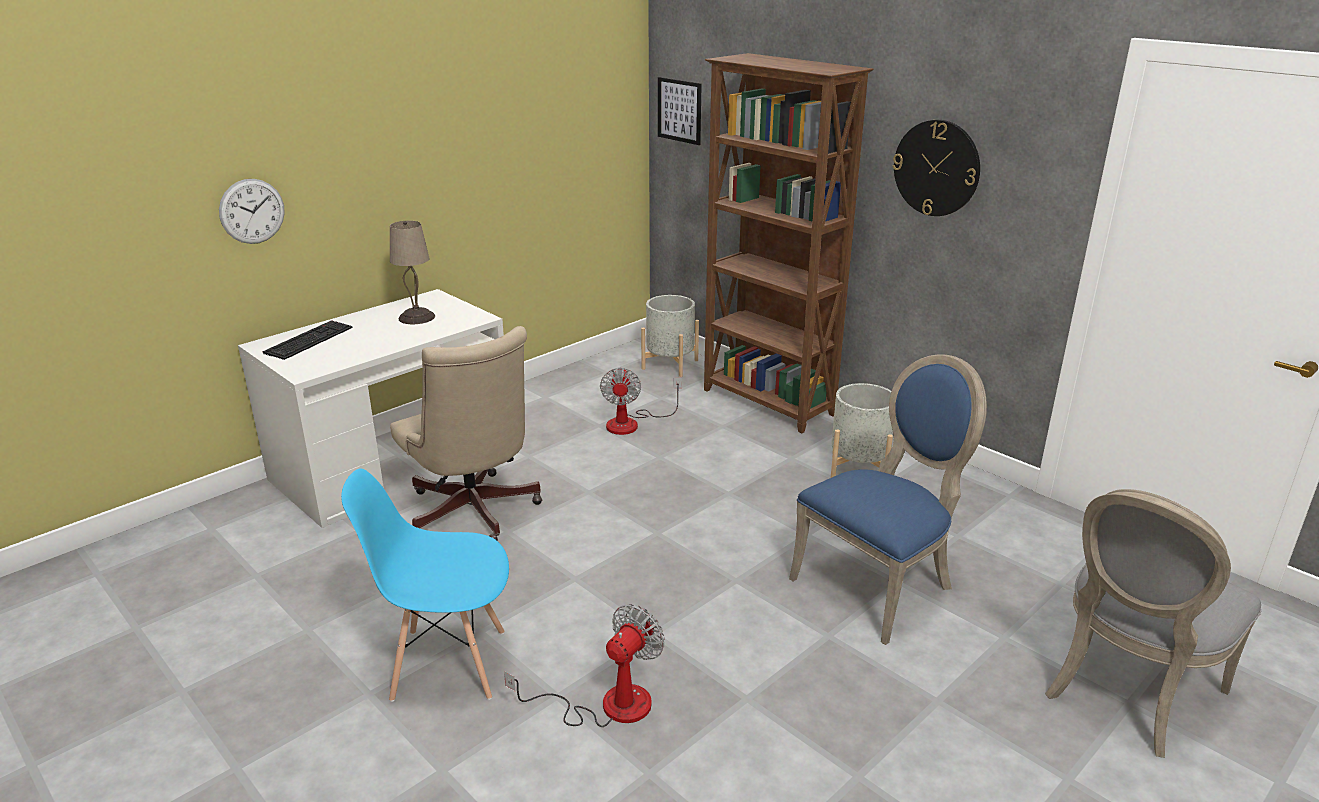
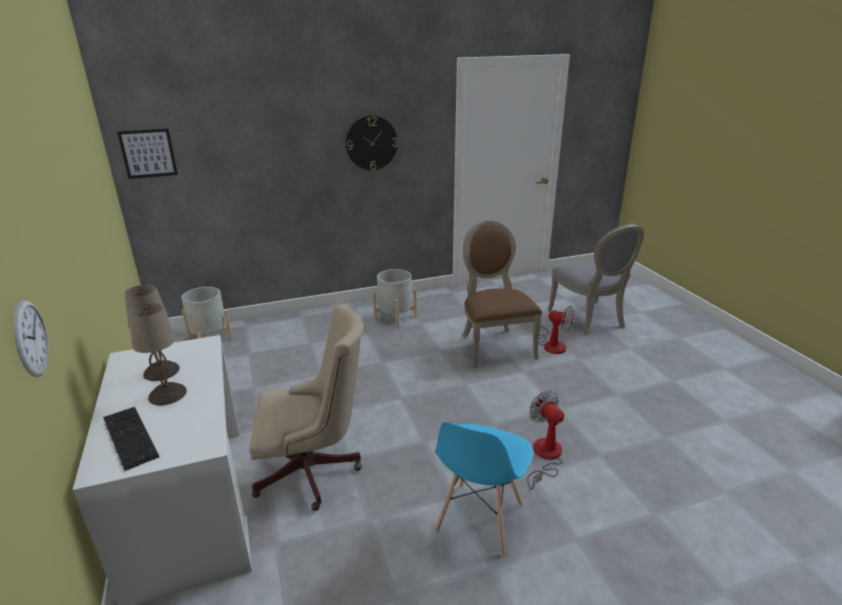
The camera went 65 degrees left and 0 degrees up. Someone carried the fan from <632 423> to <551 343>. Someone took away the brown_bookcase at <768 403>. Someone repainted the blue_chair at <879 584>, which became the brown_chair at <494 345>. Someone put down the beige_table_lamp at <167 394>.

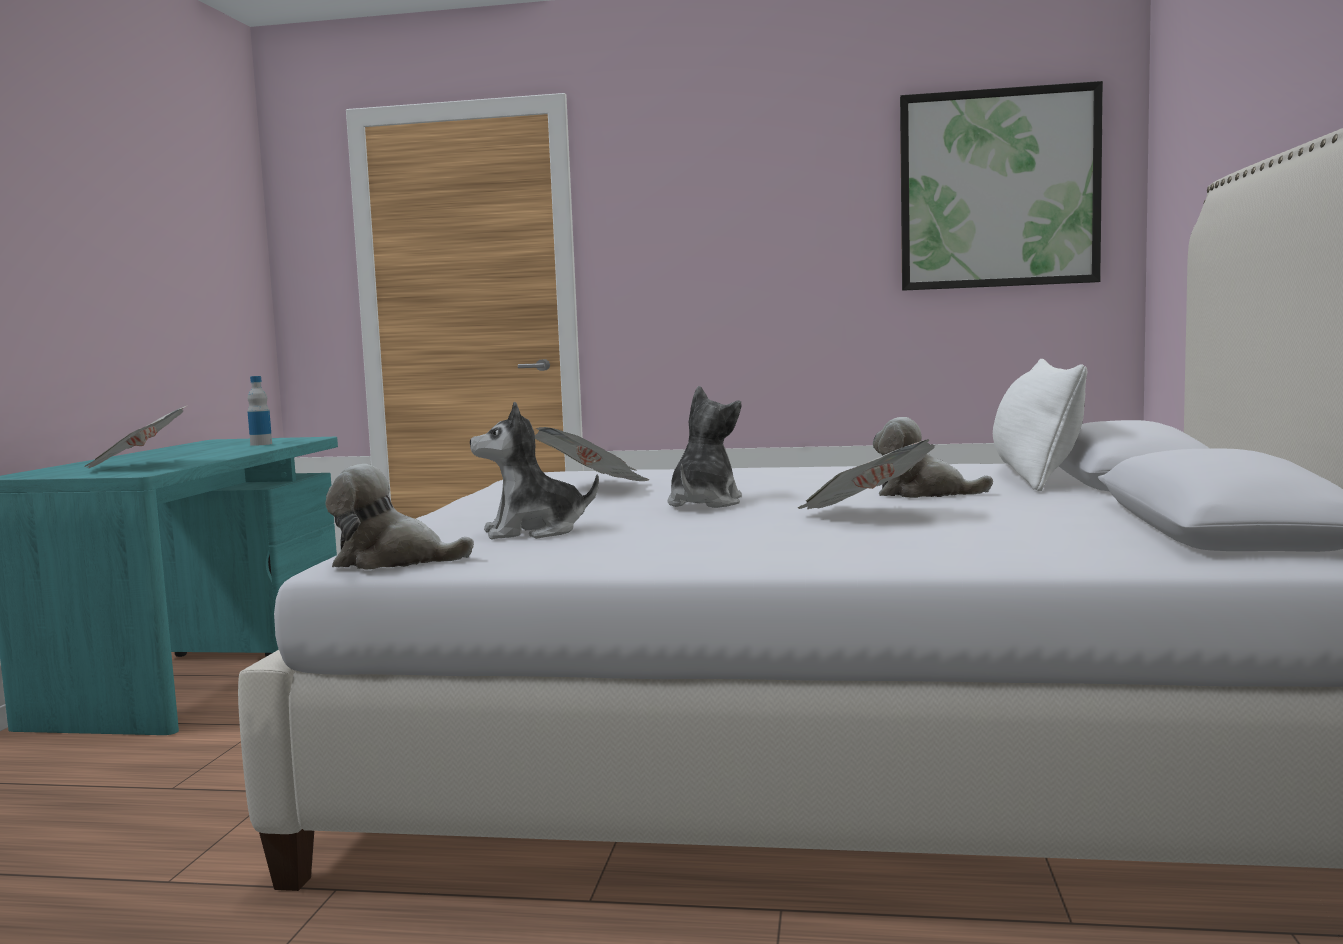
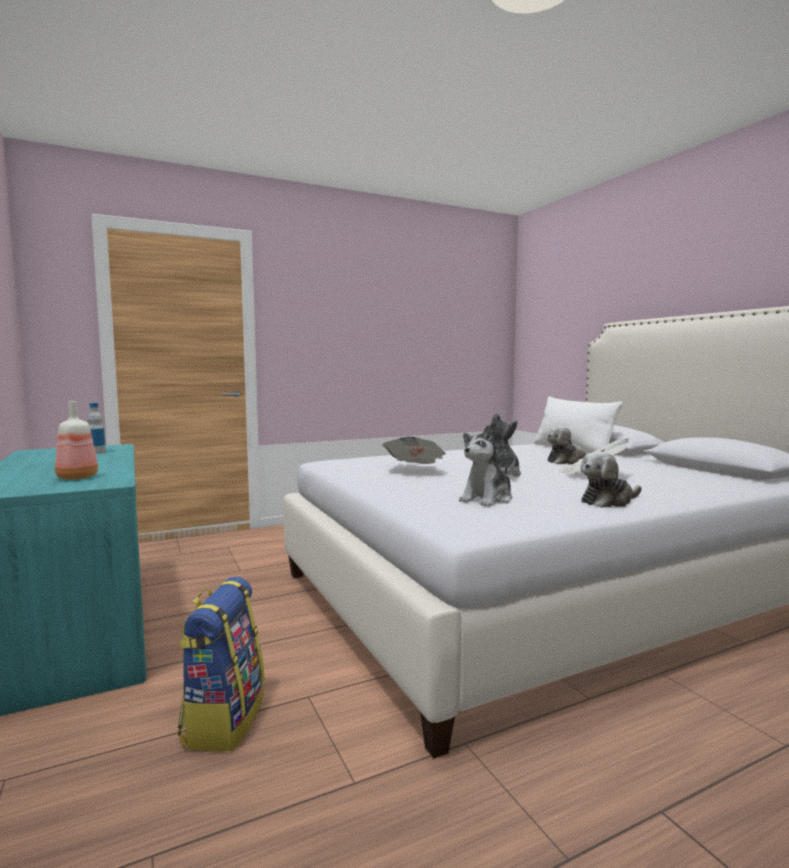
The camera went 35 degrees left and 0 degrees up. Someone swapped the newspaper at <137 466> for the bottle at <76 477>. Someone carried the plush_toy from <392 561> to <608 501>. Someone took away the picture at <998 189>. Someone put down the backpack at <223 720>.

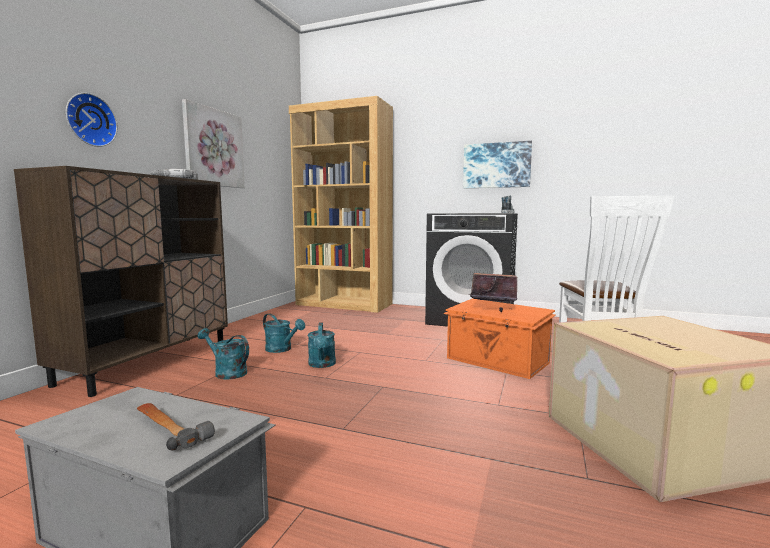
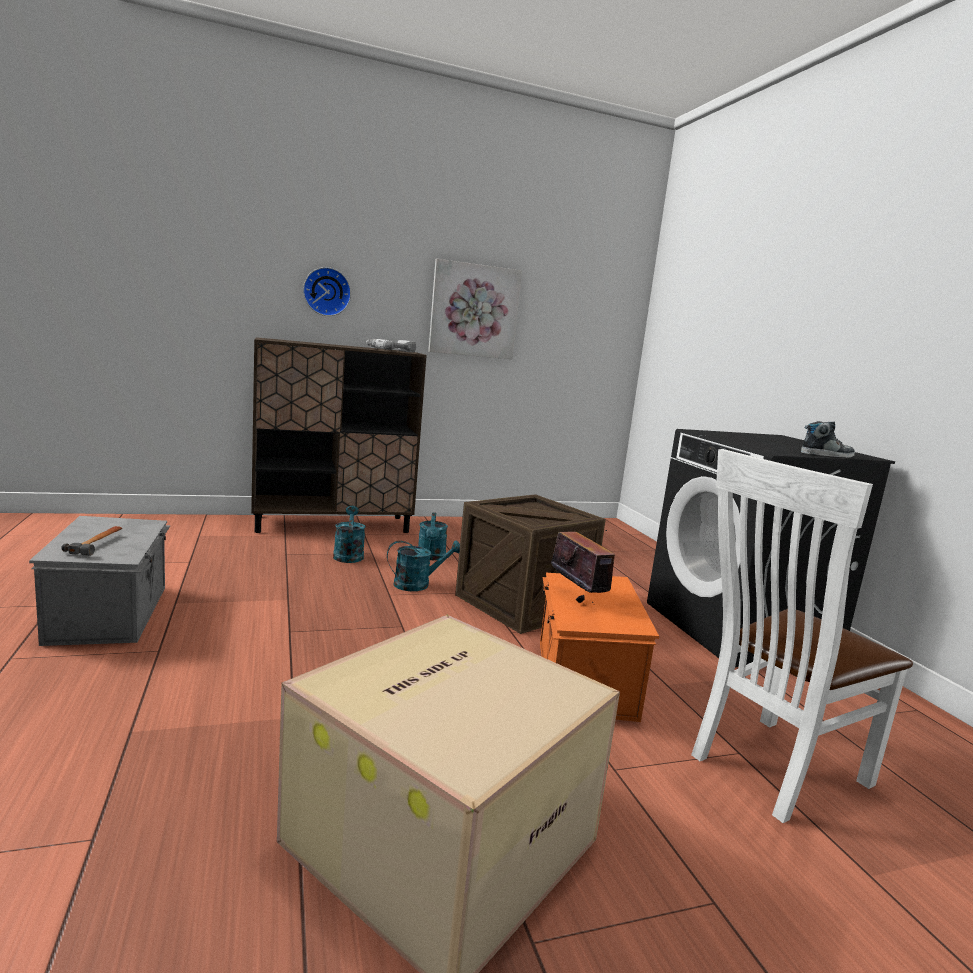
The camera went 50 degrees right and 5 degrees up. Someone took away the brown_bookcase at <344 304>. Someone rotated the turquoise_watering_can at <322 365> by 150 degrees counterclockwise. Someone took away the picture at <496 165>. Someone put down the crate at <523 603>.

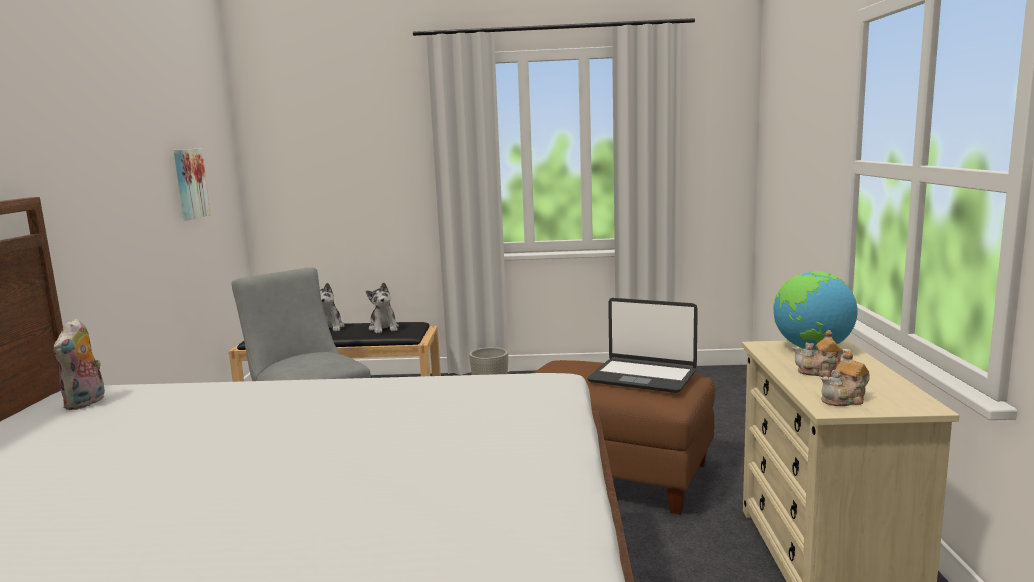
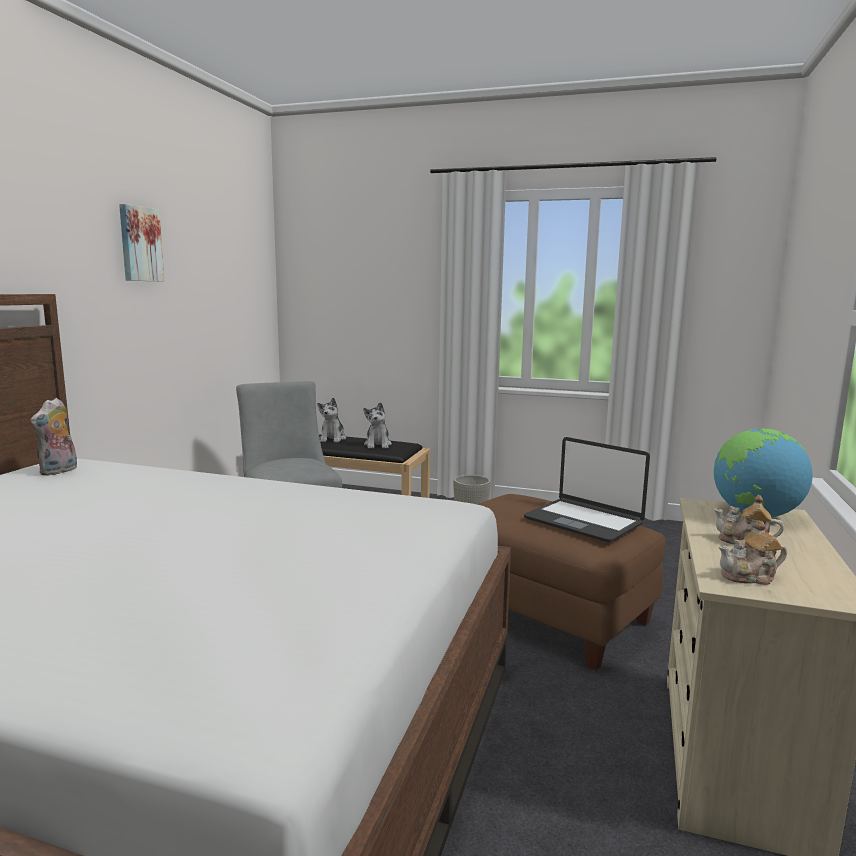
The camera went 15 degrees right and 0 degrees up. Someone carried the picture from <189 183> to <139 244>.

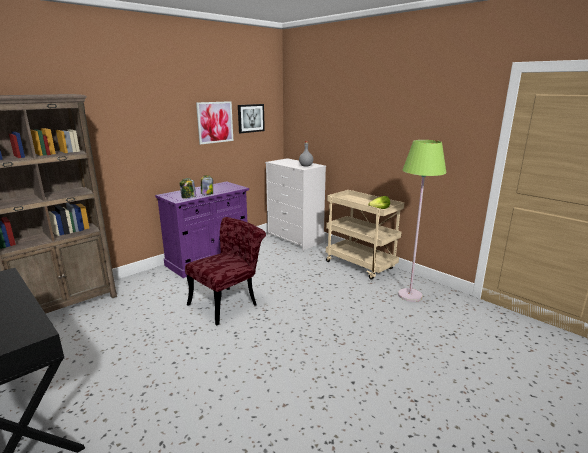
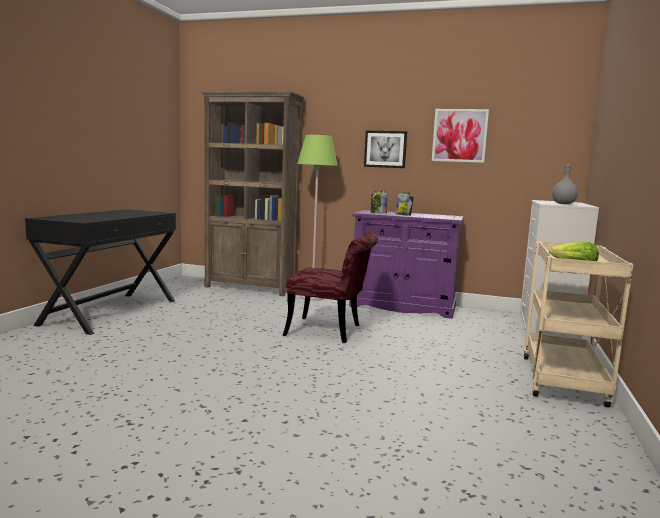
The camera went 60 degrees right and 10 degrees down. Someone carried the picture from <250 118> to <385 149>. Someone carried the green_floor_lamp from <410 295> to <312 297>.

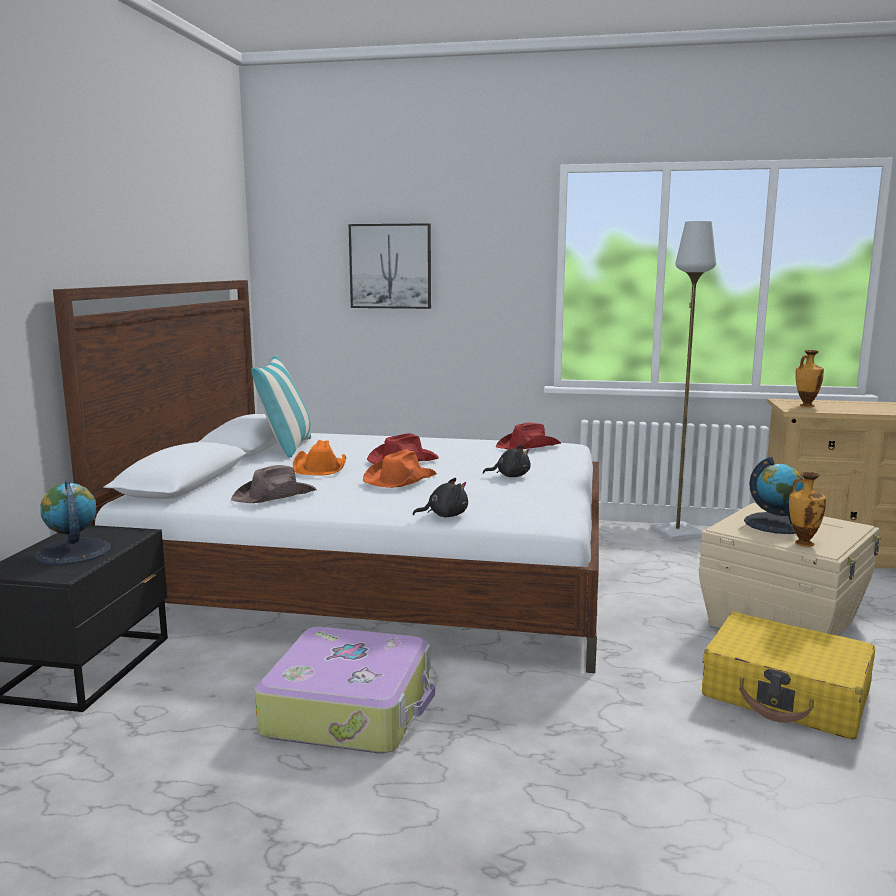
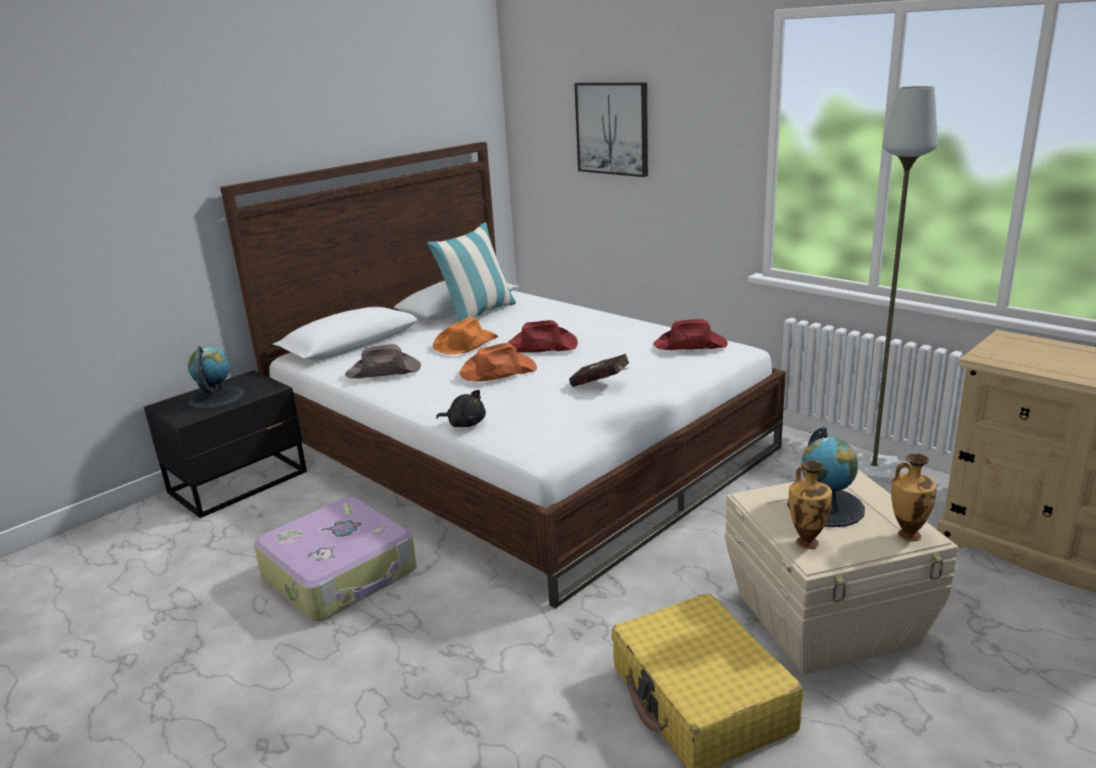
The camera went 35 degrees right and 10 degrees up. Someone swapped the black_plush_toy at <510 476> for the red_book at <602 385>. Someone carried the vase from <806 406> to <907 535>.

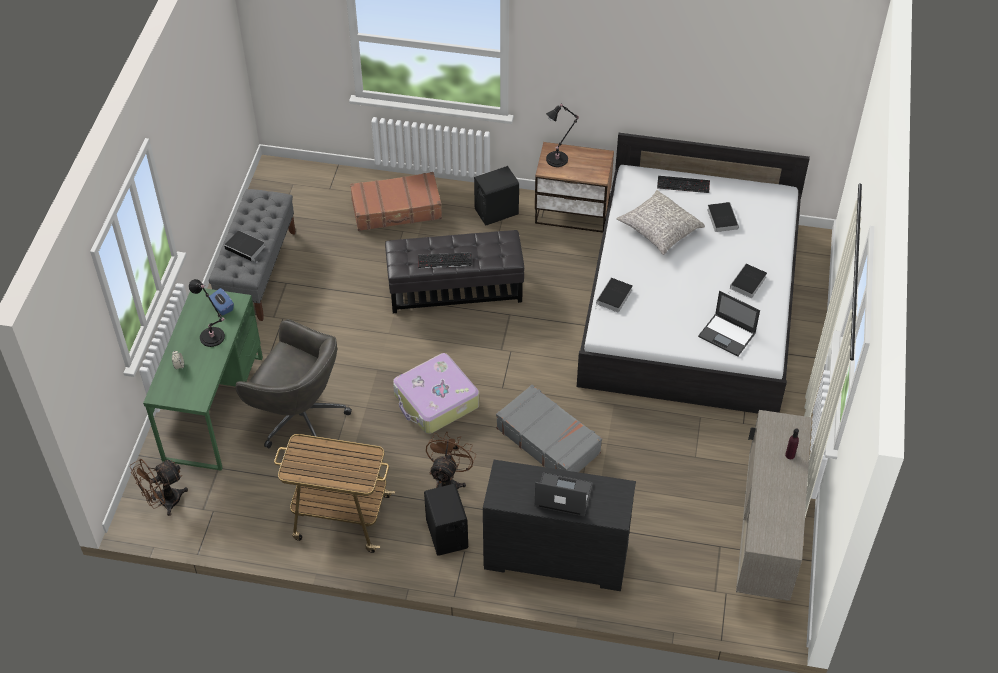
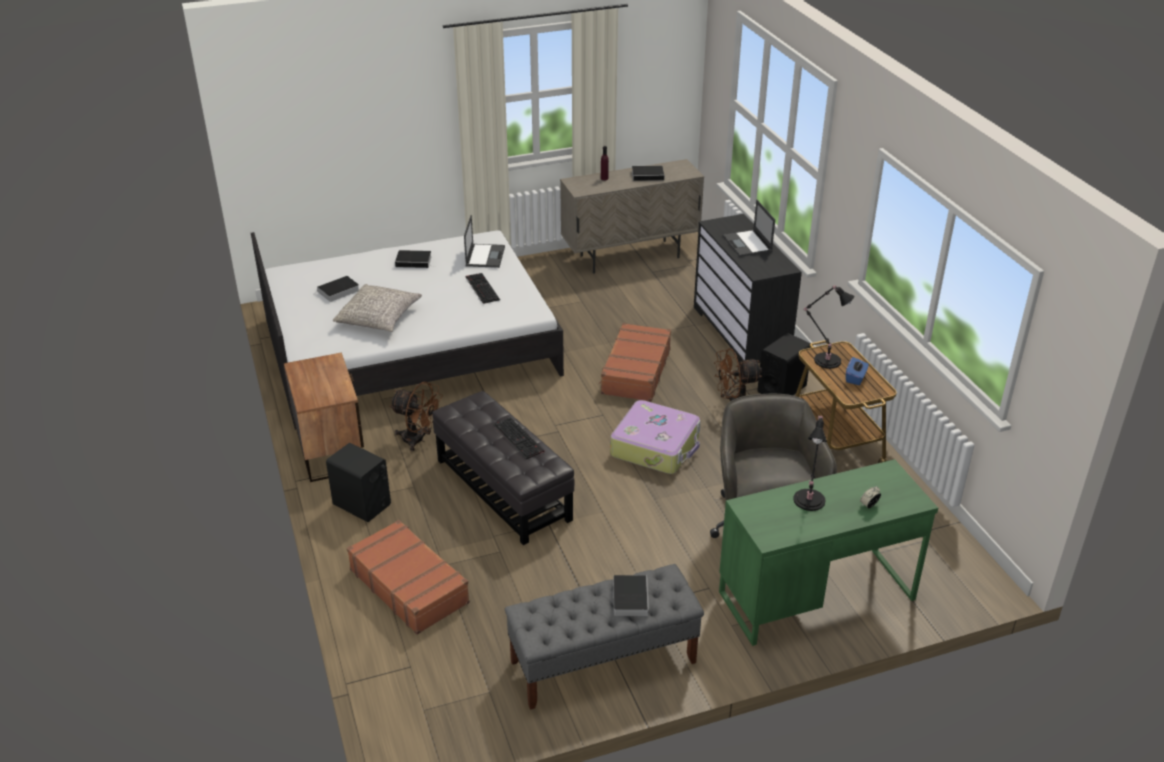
The camera went 120 degrees left and 15 degrees down. Someone carried the brown_fan from <164 502> to <418 440>. Someone carried the blue_tissue_box from <222 307> to <855 378>. Someone repainted the grey_suitcase at <548 440>, which became the brown_suitcase at <635 371>. Someone carried the black_table_lamp from <558 158> to <825 360>. Someone carried the book from <614 298> to <649 175>. Someone carried the keyboard from <684 184> to <481 288>.

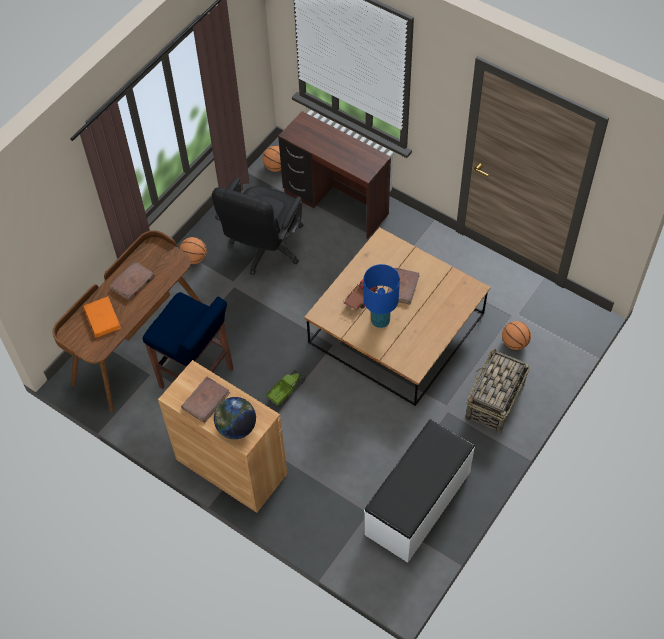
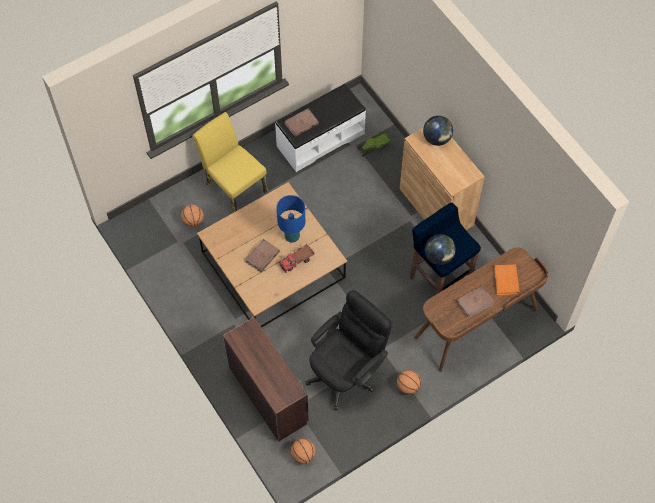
The camera went 160 degrees left and 5 degrees up. Someone carried the brown_book from <206 400> to <301 124>. Someone carried the toy_truck from <286 390> to <373 147>. Someone swapped the basket at <494 402> for the yellow_chair at <233 185>. Someone put down the globe at <438 256>.

